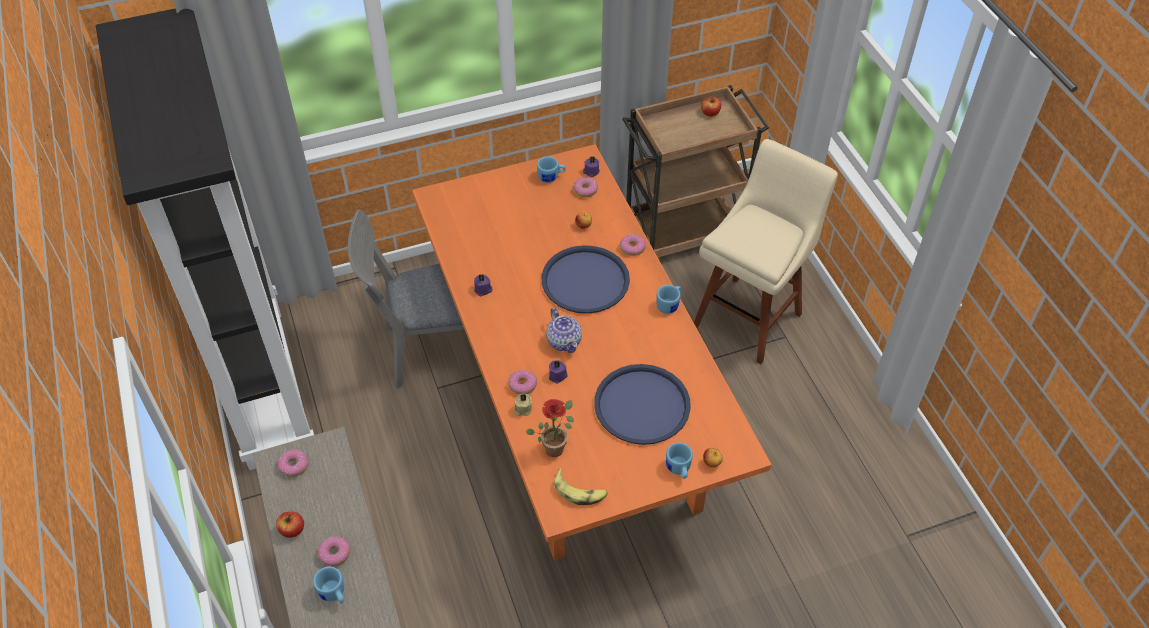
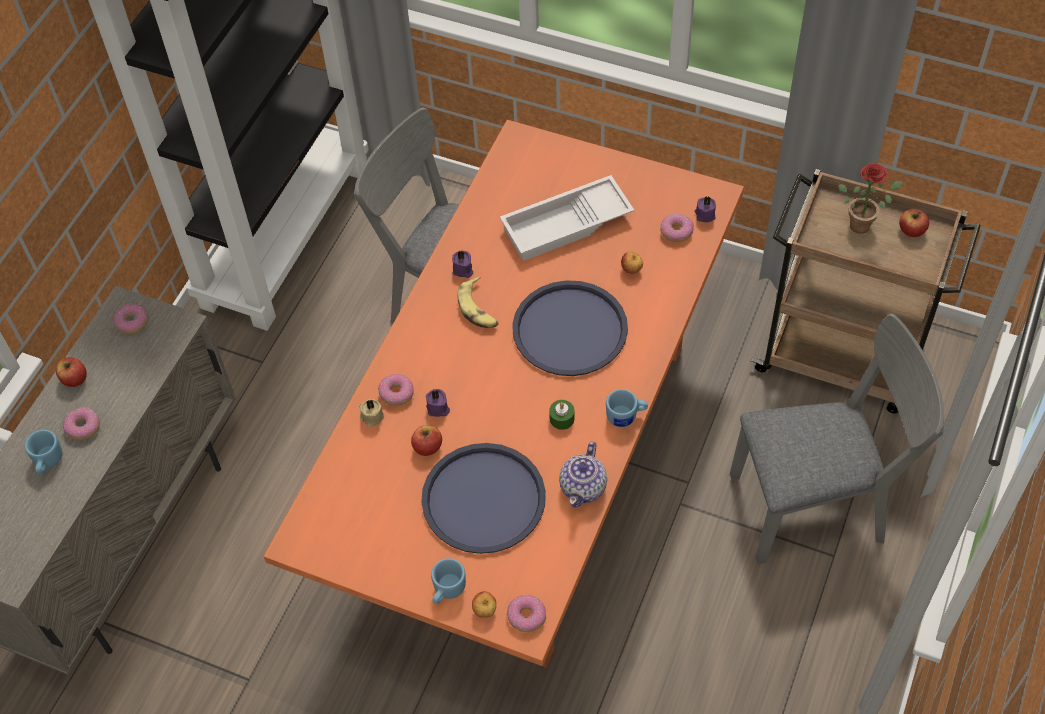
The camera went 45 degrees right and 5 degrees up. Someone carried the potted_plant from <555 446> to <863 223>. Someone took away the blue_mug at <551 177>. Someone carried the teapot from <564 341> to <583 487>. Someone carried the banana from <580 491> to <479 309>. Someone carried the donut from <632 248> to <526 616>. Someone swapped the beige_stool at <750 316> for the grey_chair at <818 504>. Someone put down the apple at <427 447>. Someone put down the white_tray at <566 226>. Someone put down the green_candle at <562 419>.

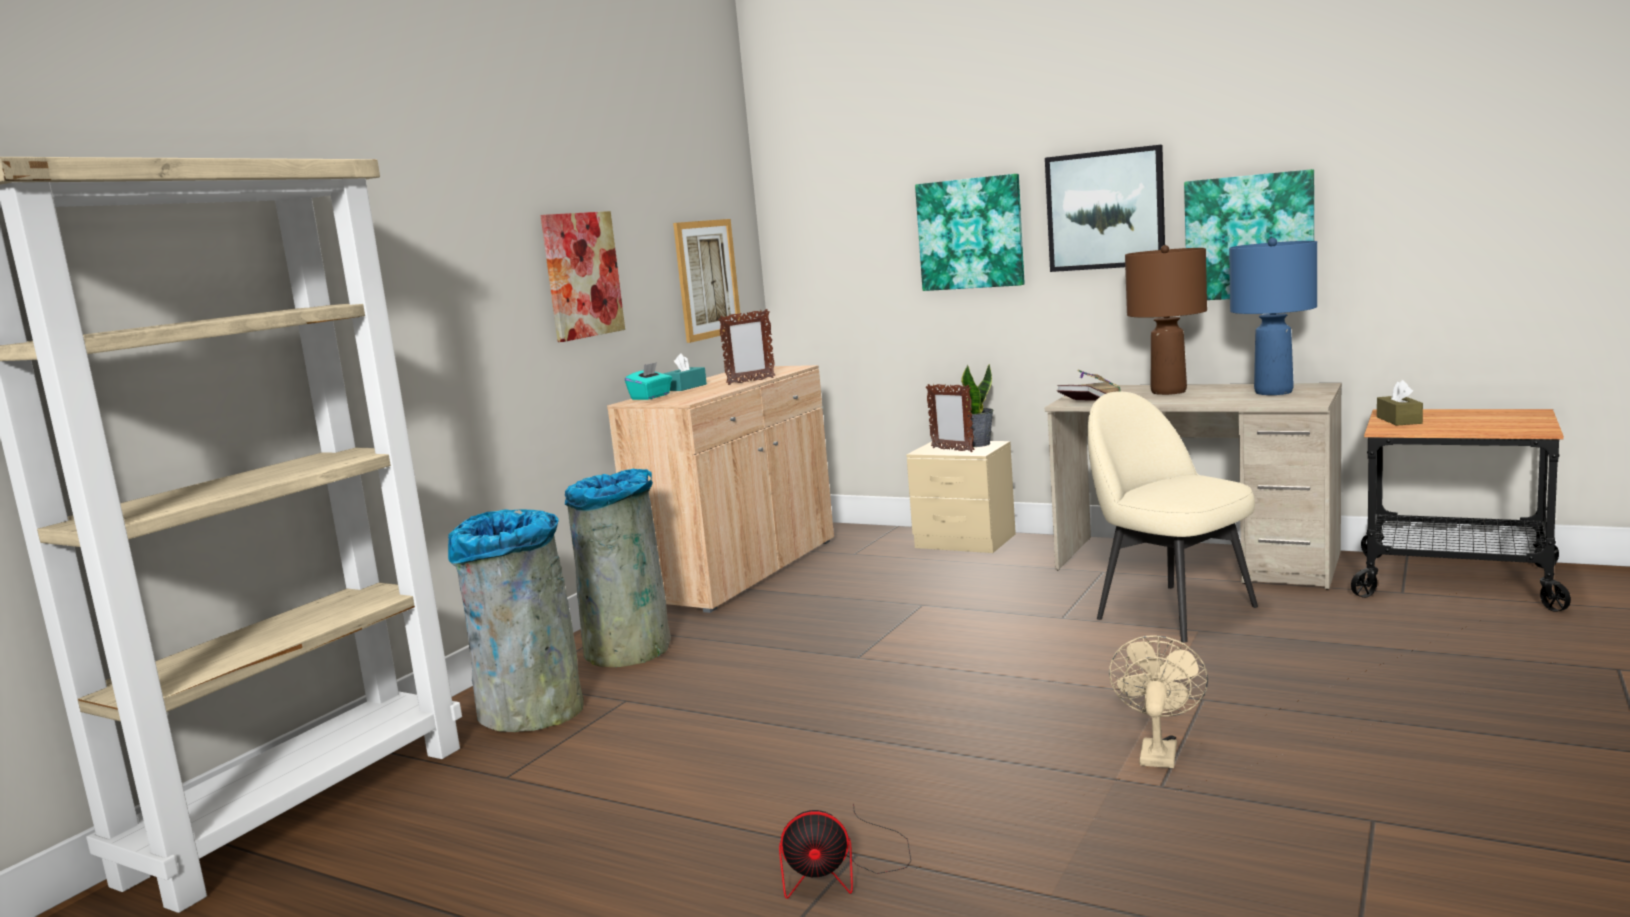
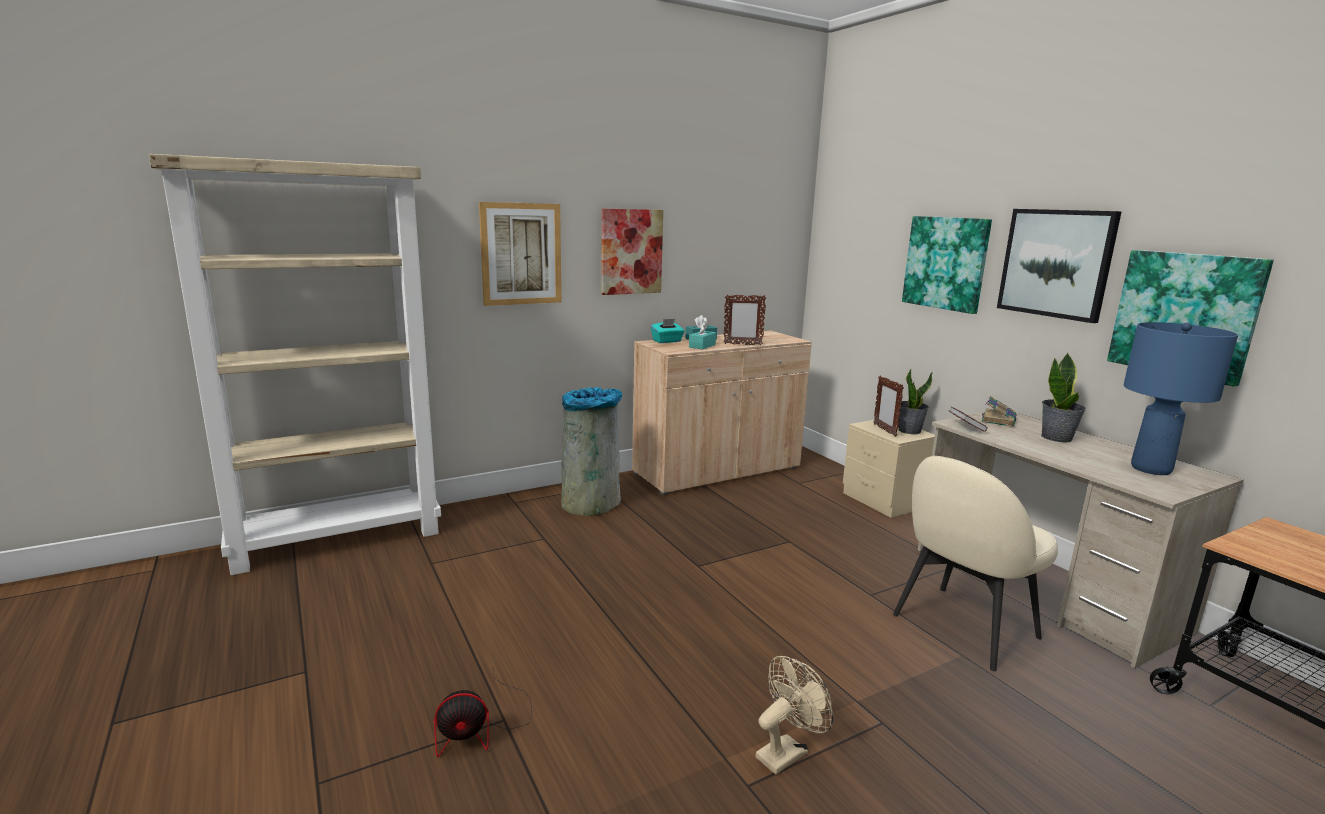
The camera went 30 degrees right and 5 degrees up. Someone took away the grey_trash_can at <530 711>. Someone carried the picture from <707 279> to <521 254>. Someone rotated the fan at <842 870> by 45 degrees counterclockwise. Someone rotated the beige_chair at <1172 611> by 120 degrees counterclockwise. Someone swapped the brown_table_lamp at <1168 392> for the potted_plant at <1057 438>. Someone took away the brown_tissue_box at <1399 420>. Someone put down the turquoise_tissue_box at <702 346>.

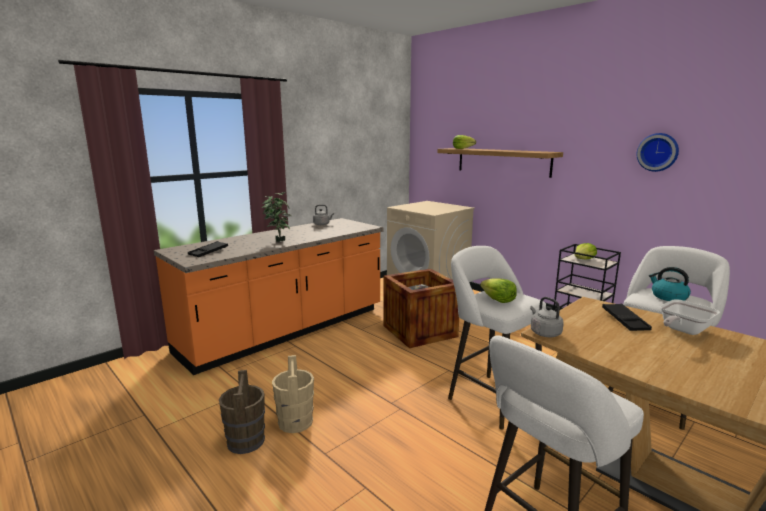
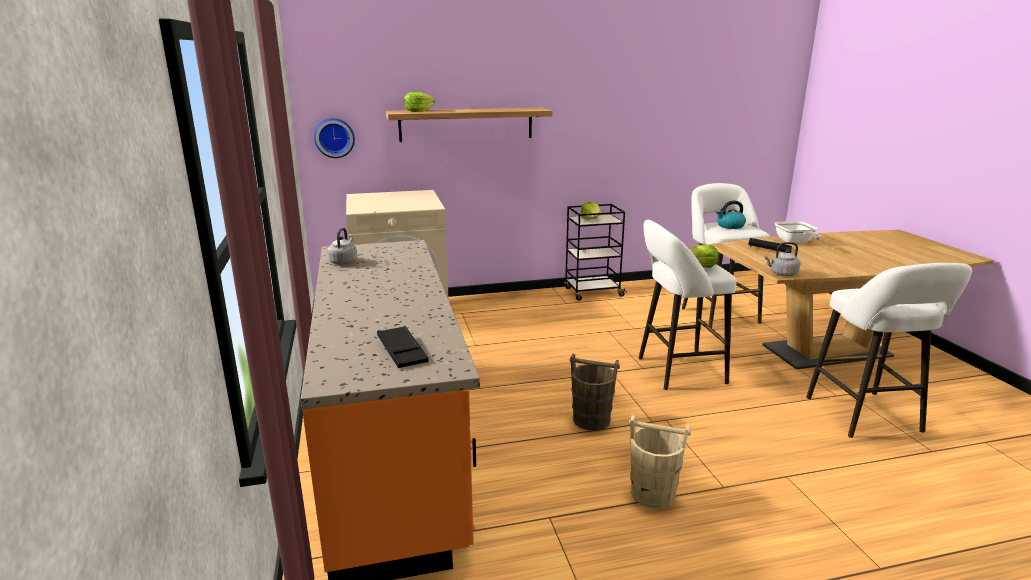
The camera went 60 degrees left and 5 degrees up. Someone carried the brown_bucket from <246 441> to <591 420>. Someone took away the potted_plant at <278 240>. Someone took away the crate at <419 331>. Someone carried the wall_clock from <658 152> to <334 137>.

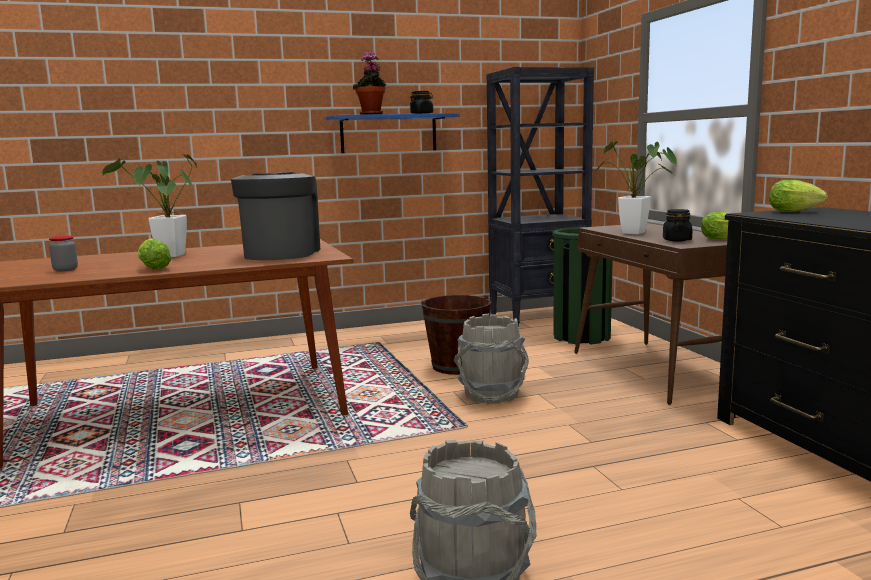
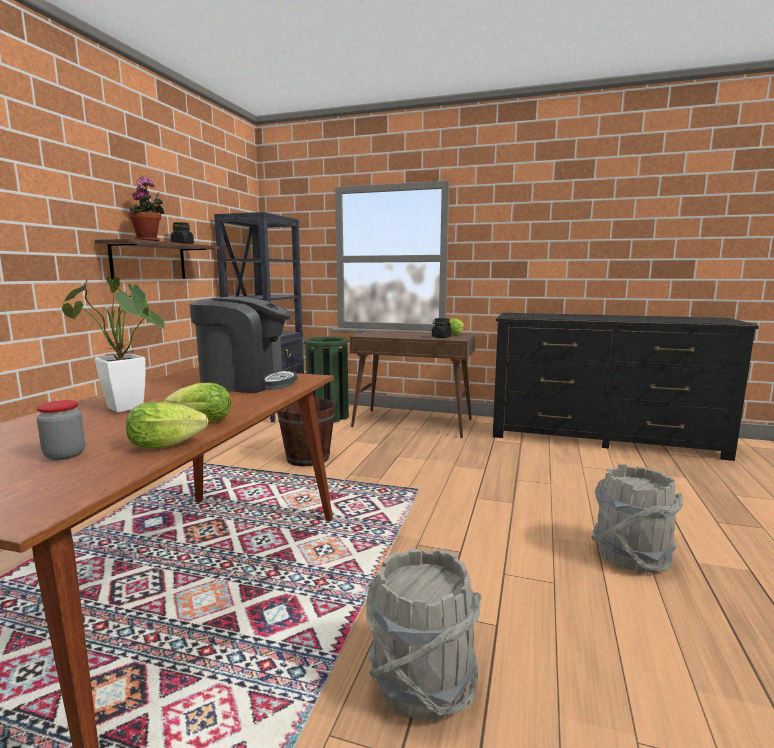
The camera went 55 degrees left and 0 degrees up. Someone rotated the coffee_machine at <280 253> by 150 degrees clockwise. Someone repainted the blue_shelf at <388 133>, which became the brown_shelf at <149 261>. Someone carried the grey_bucket from <491 395> to <421 684>. Someone took away the potted_plant at <638 233>. Someone carried the lettuce from <797 212> to <170 445>.

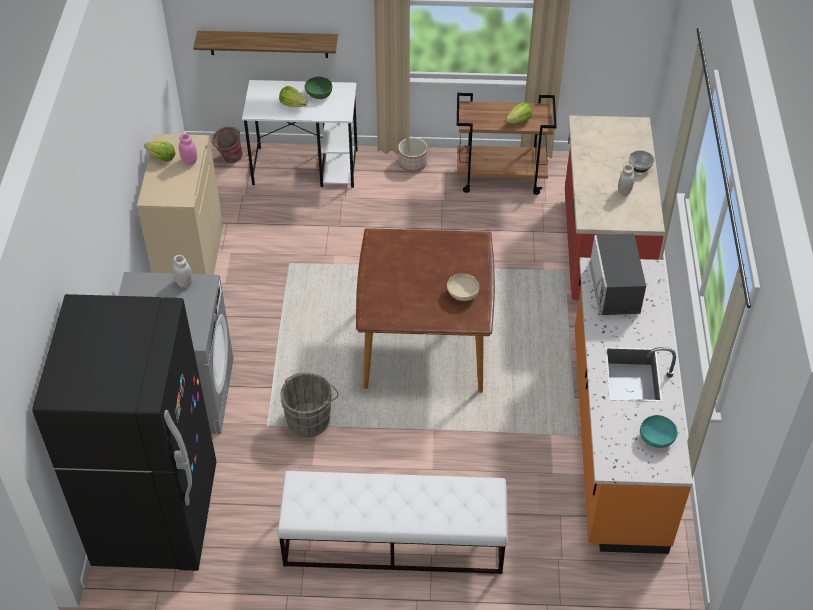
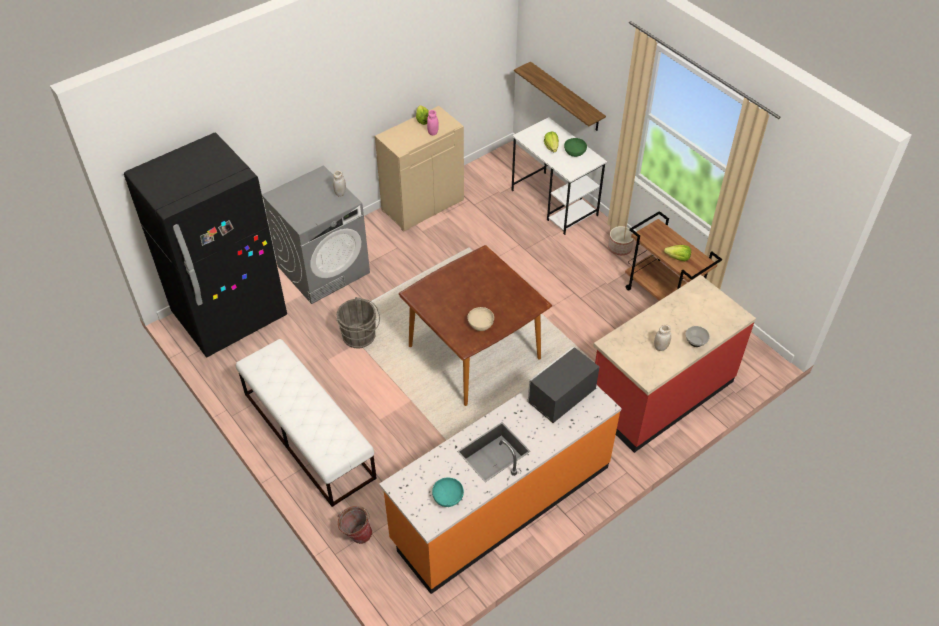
The camera went 50 degrees right and 0 degrees up. Someone carried the bucket from <229 159> to <356 534>.

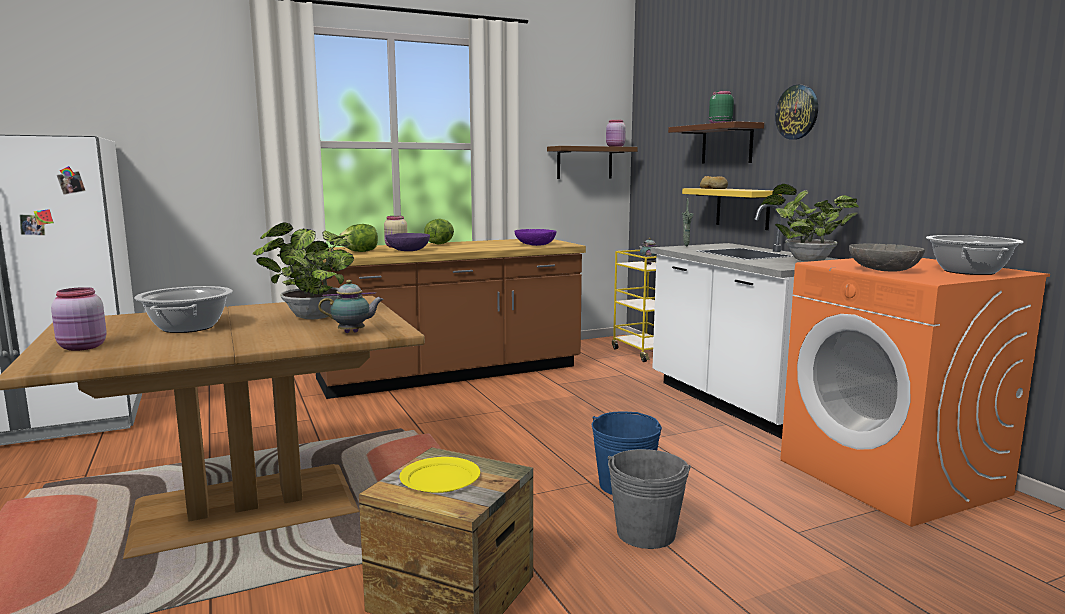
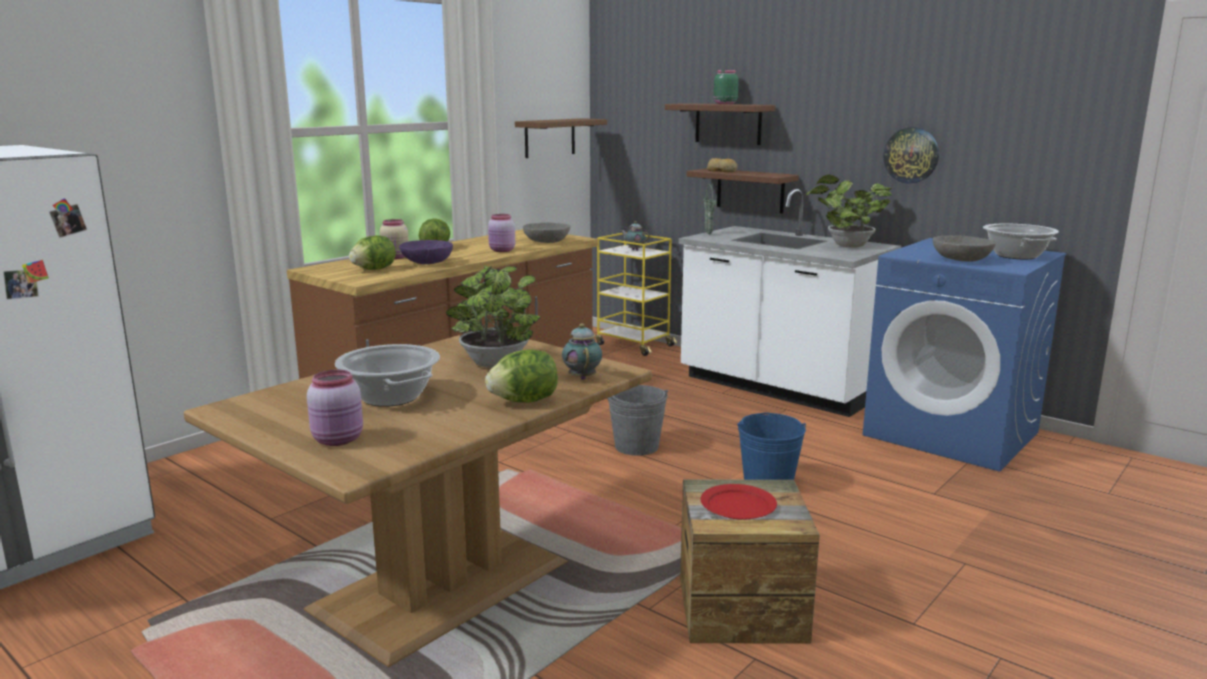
The camera went 25 degrees left and 5 degrees up. Someone rotated the teapot at <353 332> by 60 degrees counterclockwise. Someone repainted the yellow_plate at <439 479>, which became the red_plate at <737 506>. Someone repainted the purple_bowl at <535 245>, which became the grey_bowl at <546 242>. Someone carried the pink_jar from <615 146> to <502 250>. Someone carried the grey_bucket from <645 533> to <636 446>. Someone repainted the yellow_shelf at <742 208>, which became the brown_shelf at <750 190>. Someone carried the wall_clock from <797 112> to <911 155>. Someone repainted the orange_washing_machine at <892 477>, which became the blue_washing_machine at <952 434>. Someone put down the lettuce at <524 401>.

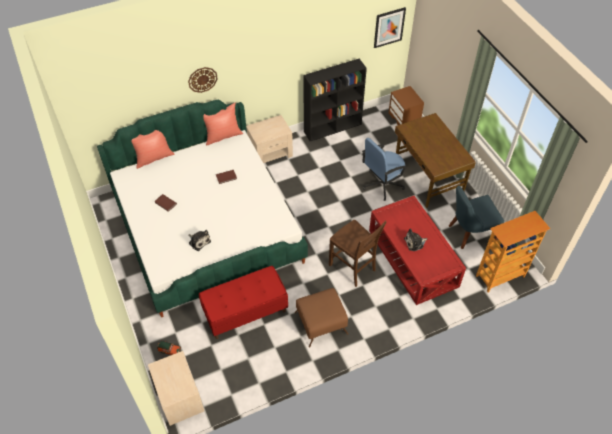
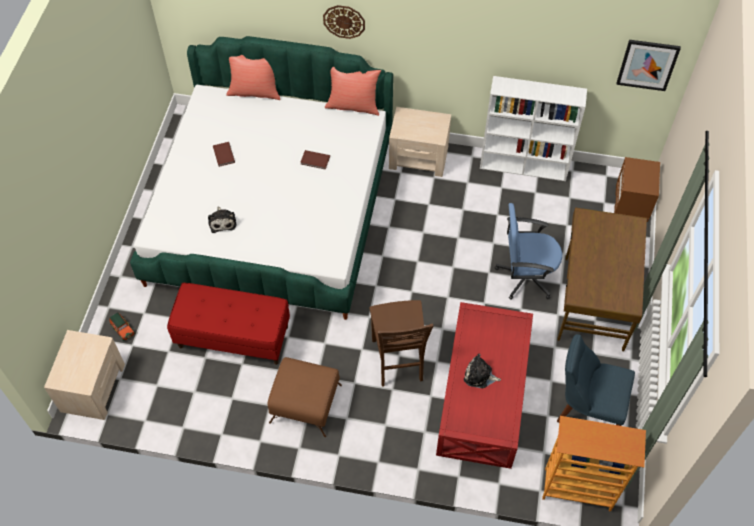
The camera went 35 degrees right and 5 degrees up. Someone repainted the black_bookcase at <333 127>, which became the white_bookcase at <524 166>.

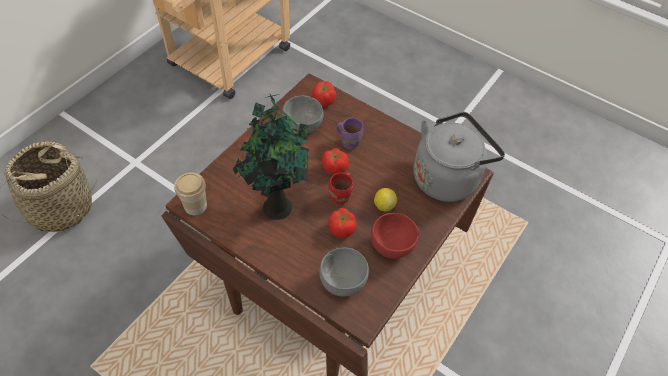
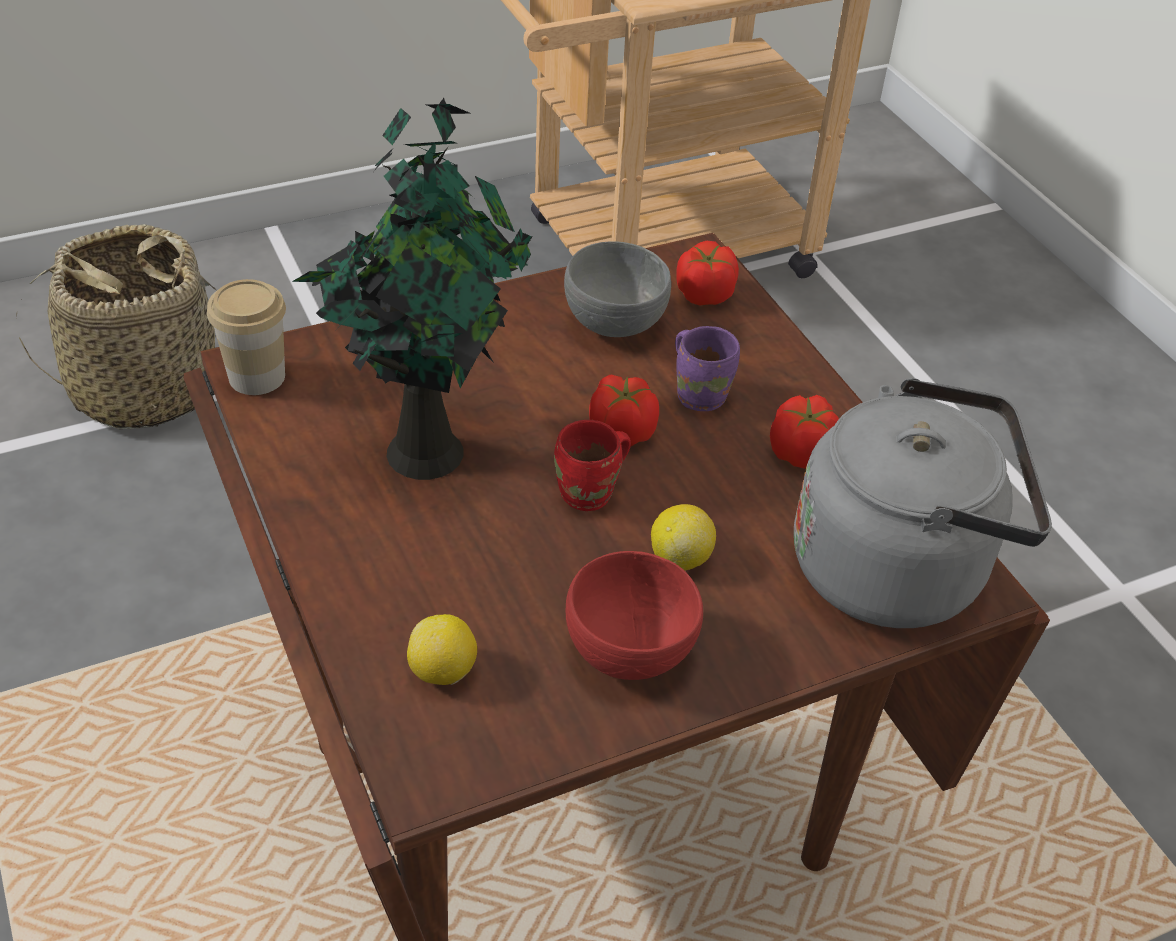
The camera went 30 degrees right and 10 degrees down. Someone swapped the grey_bowl at <342 282> for the lemon at <443 671>. Someone carried the tomato from <341 229> to <801 452>.

